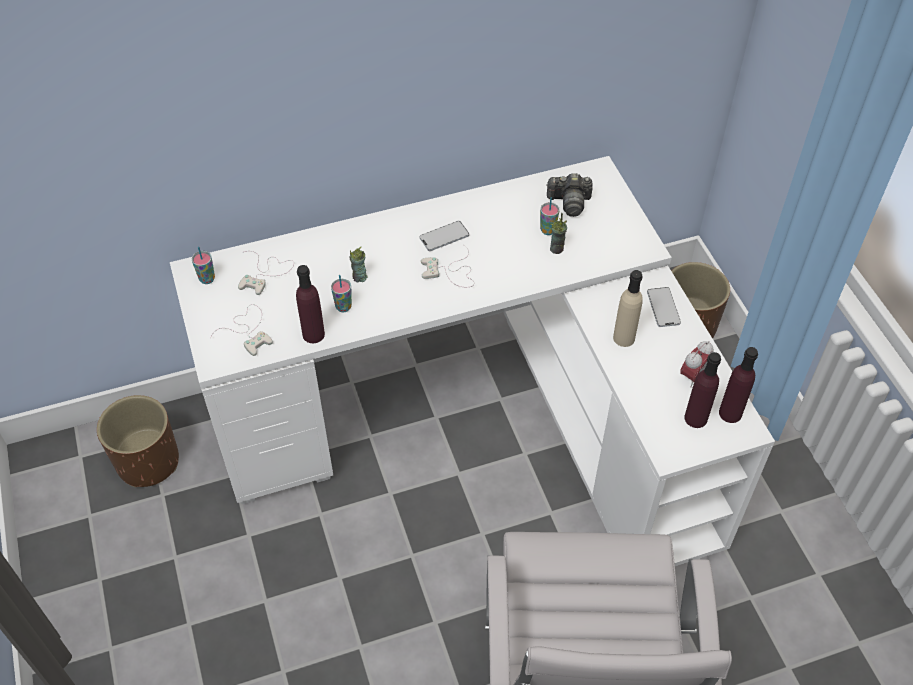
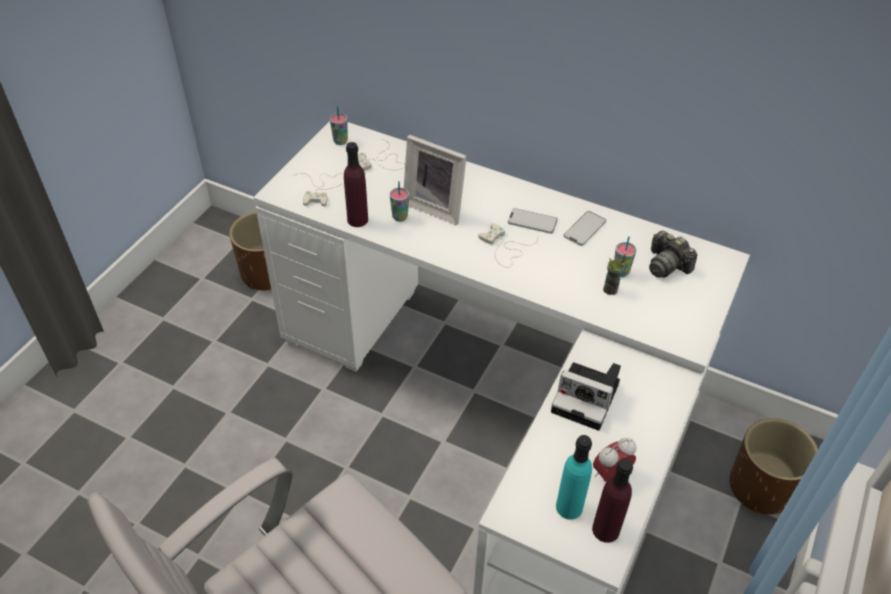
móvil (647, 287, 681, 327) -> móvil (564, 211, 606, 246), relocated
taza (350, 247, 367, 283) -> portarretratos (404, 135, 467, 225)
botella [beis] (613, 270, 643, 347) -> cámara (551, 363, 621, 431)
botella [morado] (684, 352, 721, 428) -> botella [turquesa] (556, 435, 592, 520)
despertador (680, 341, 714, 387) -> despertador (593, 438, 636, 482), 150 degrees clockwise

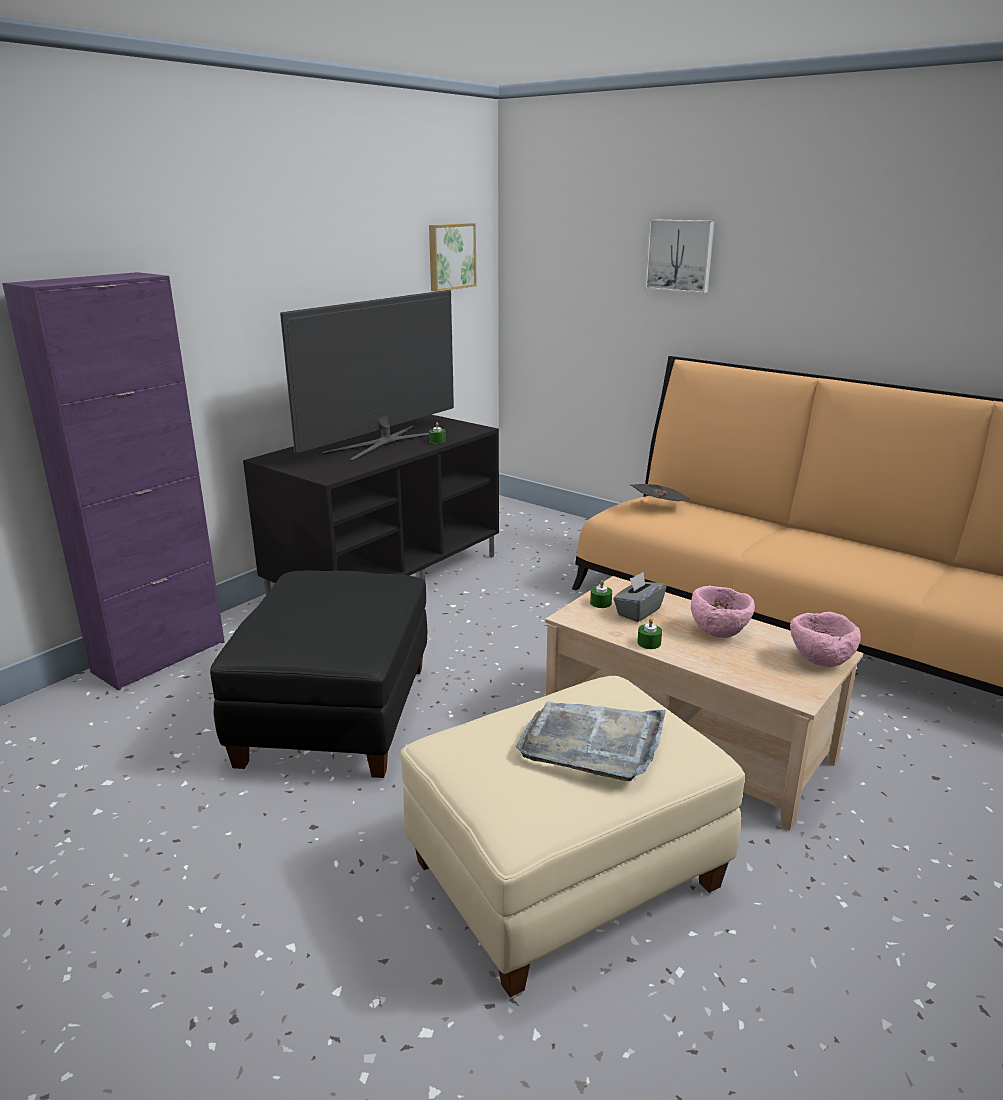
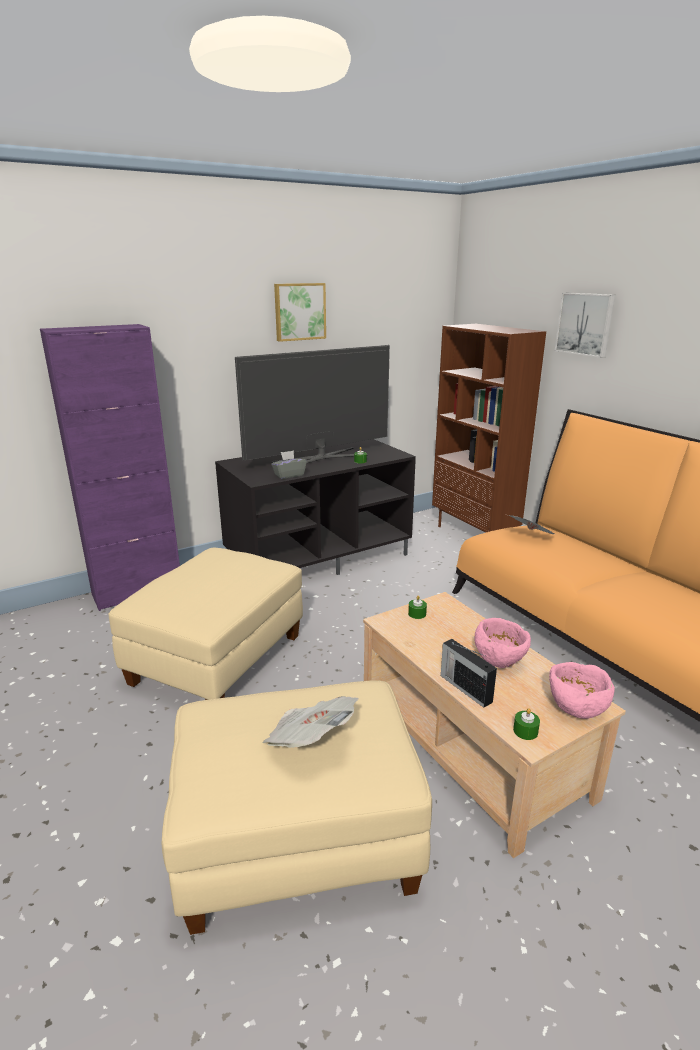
none -> estantería [marrón] (432, 324, 546, 533)
none -> radio (441, 639, 497, 708)
cuadro (429, 223, 477, 291) -> cuadro (274, 283, 326, 342), relocated
caja de pañuelos [gris] (613, 572, 667, 622) -> caja de pañuelos [gris] (271, 450, 307, 479), relocated
vela [verde] (637, 618, 662, 649) -> vela [verde] (513, 708, 540, 740), relocated
bandeja [gris] (516, 702, 666, 781) -> periódico (262, 696, 358, 748)
puf [negro] (210, 570, 427, 778) -> puf [beis] (109, 548, 303, 700)

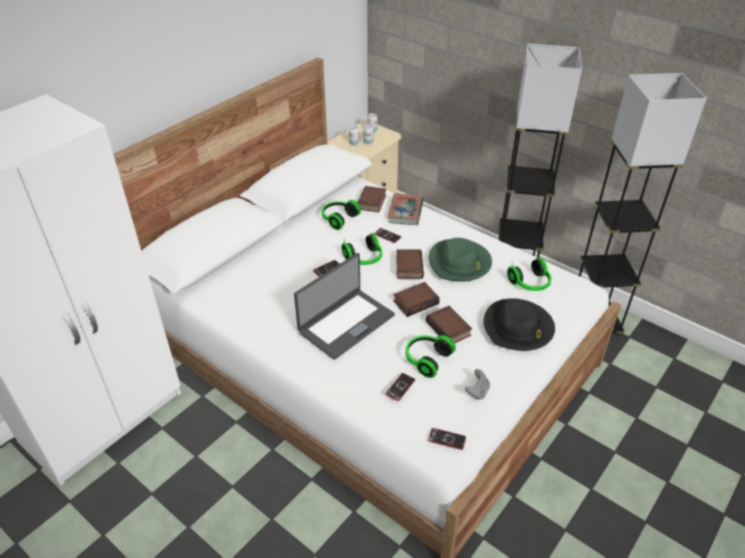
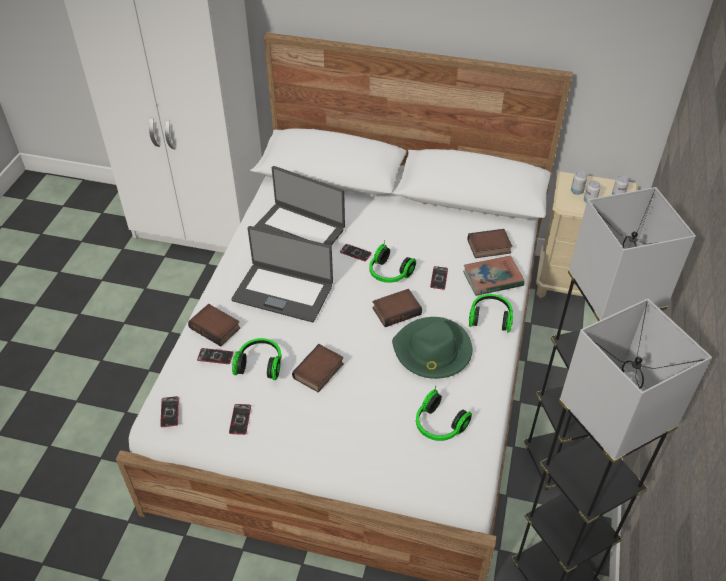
sombrero [negro] (484, 298, 555, 351) -> none
none -> portátil (254, 166, 345, 246)
auriculares (322, 200, 361, 230) -> auriculares (469, 294, 513, 333), relocated
libro (393, 282, 440, 317) -> libro (188, 304, 240, 347), relocated
mando de consola [gris] (465, 369, 490, 400) -> móvil (229, 404, 251, 435)

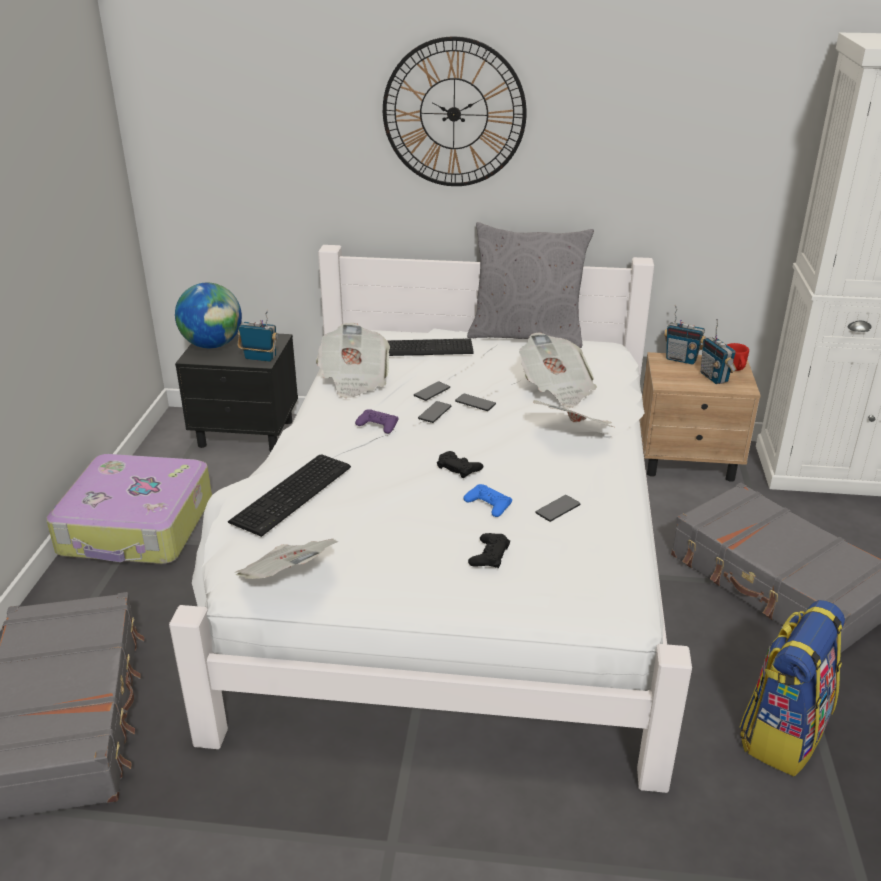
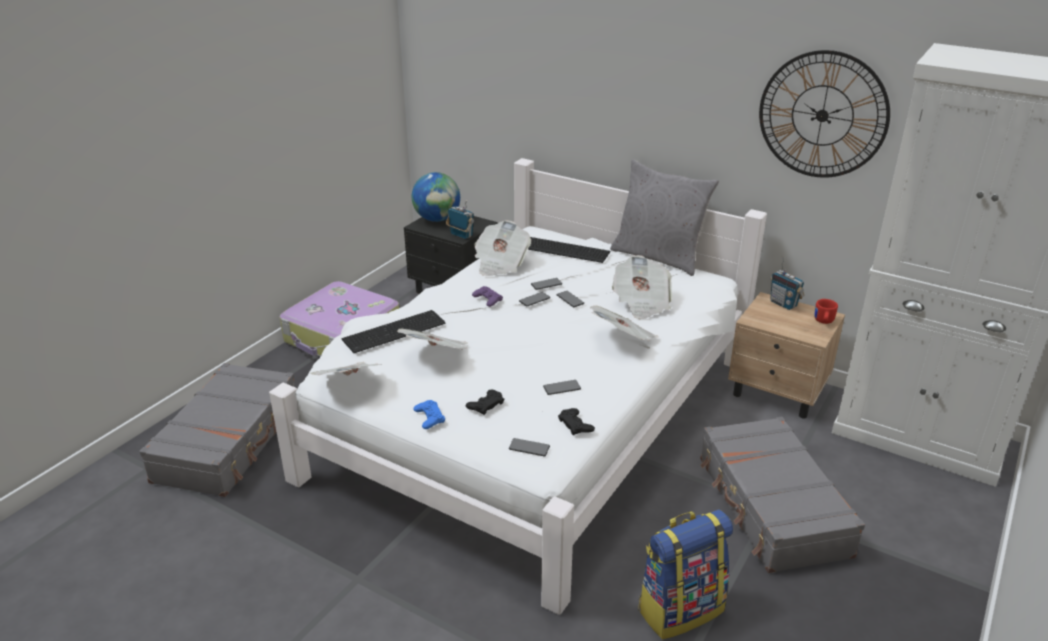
radio (700, 319, 737, 384) -> none
none -> periódico (397, 329, 468, 350)
none -> móvil (509, 438, 550, 456)
reloj de pared (383, 36, 527, 186) -> reloj de pared (759, 50, 890, 178), relocated
mando de consola [negro] (437, 451, 483, 478) -> mando de consola [negro] (558, 408, 595, 435), relocated
mando de consola [azul] (463, 484, 512, 517) -> mando de consola [azul] (414, 400, 445, 429), relocated

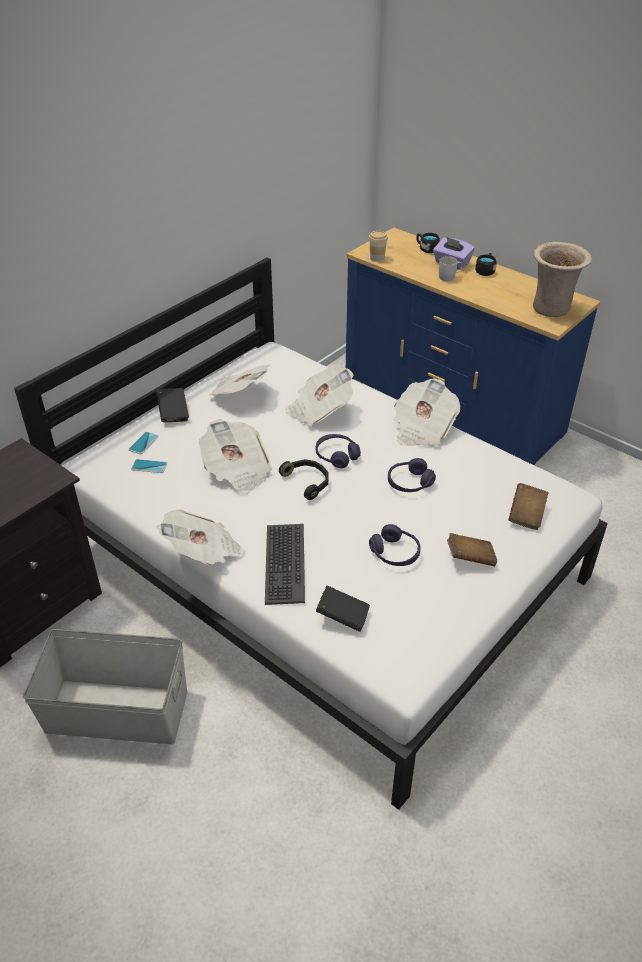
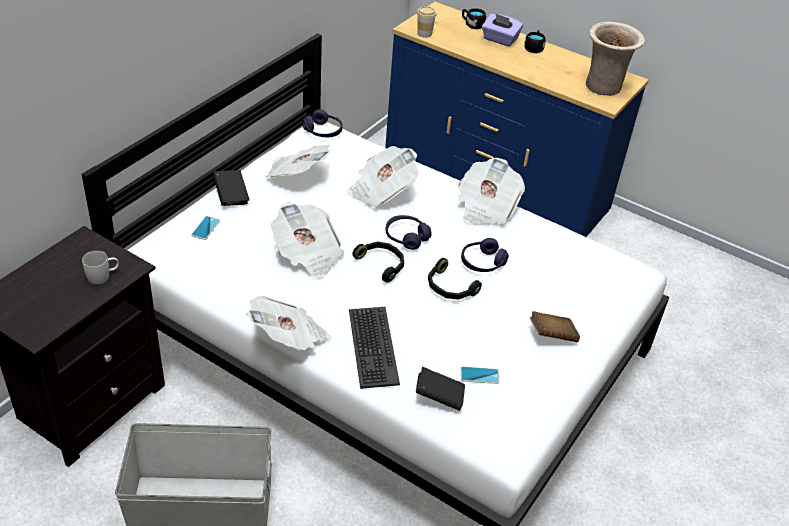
libro [marrón] (508, 483, 548, 530) -> none
none -> auriculares [negro] (428, 258, 482, 300)
móvil (131, 459, 167, 473) -> móvil (460, 366, 499, 384), relocated
auriculares [morado] (369, 524, 421, 566) -> auriculares [morado] (302, 109, 343, 137), relocated
taza grande [blanco] (439, 256, 463, 282) -> taza grande [blanco] (82, 251, 119, 284), relocated

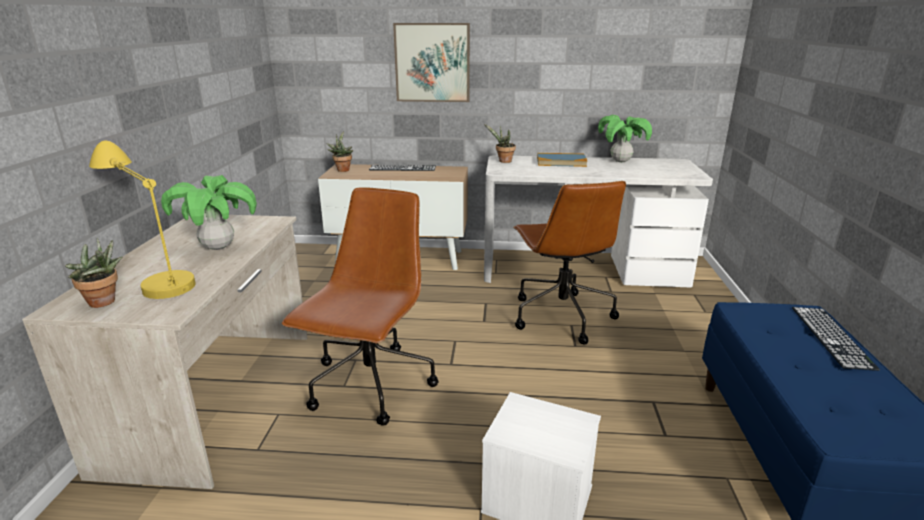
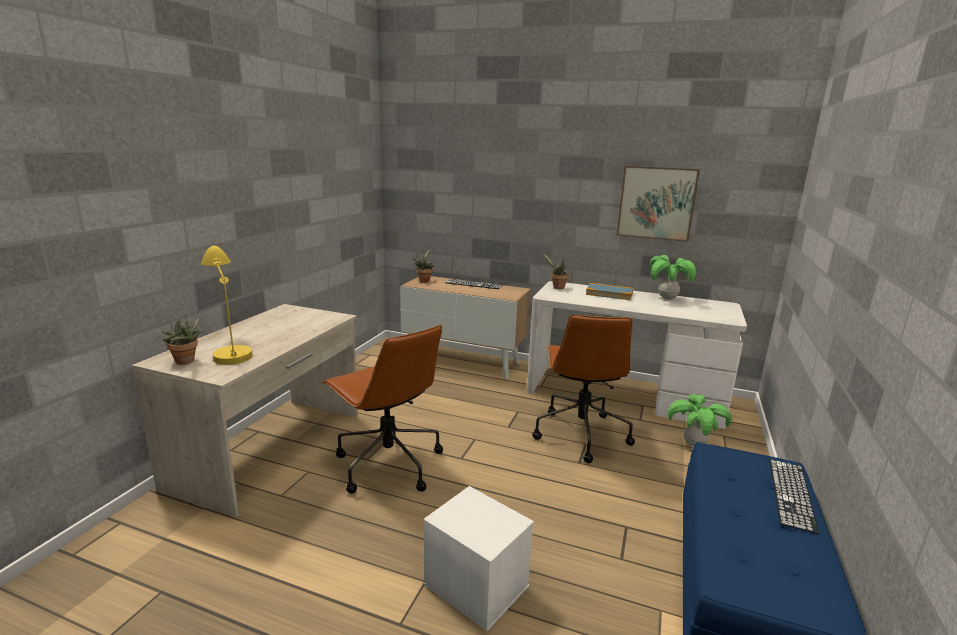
planta en maceta (161, 175, 257, 250) -> planta en maceta (668, 394, 732, 446), relocated
cuadro (393, 23, 470, 102) -> cuadro (616, 166, 700, 242), relocated
silla de oficina [marrón] (282, 187, 439, 426) -> silla de oficina [marrón] (322, 325, 443, 494), 105 degrees clockwise

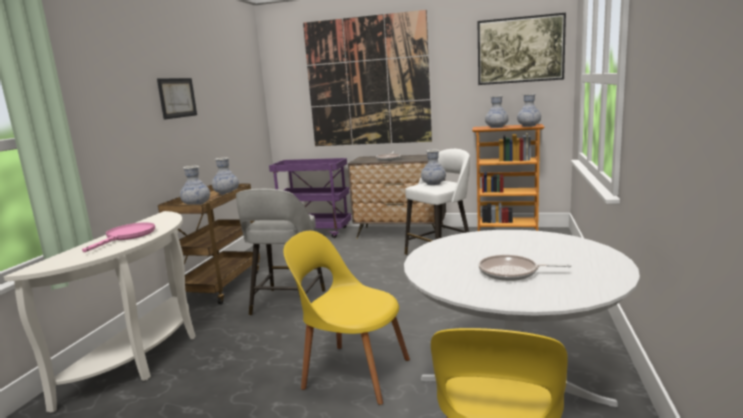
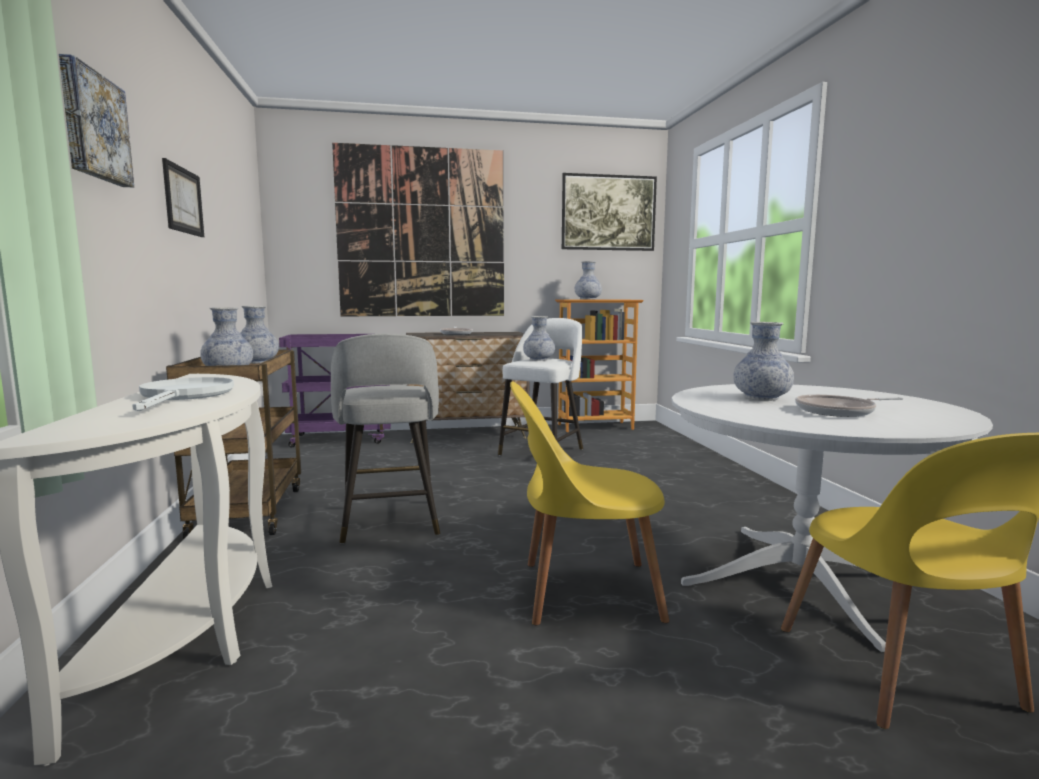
none -> cuadro (59, 54, 134, 187)
florero (517, 94, 541, 127) -> florero (733, 322, 794, 401), relocated
sartén [rosa] (82, 222, 155, 252) -> sartén [blanco] (132, 377, 234, 411)

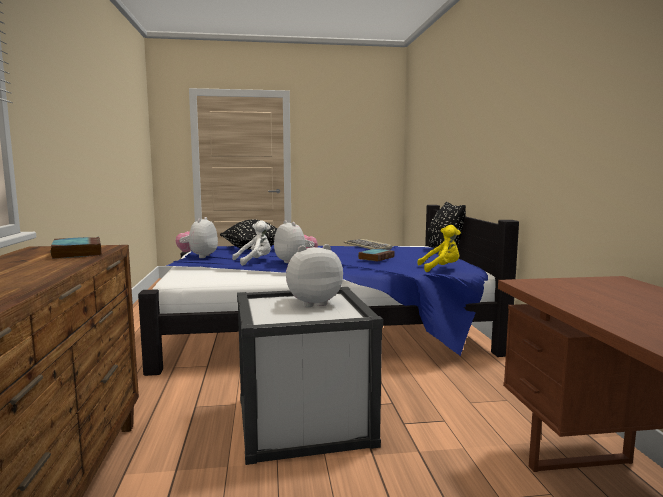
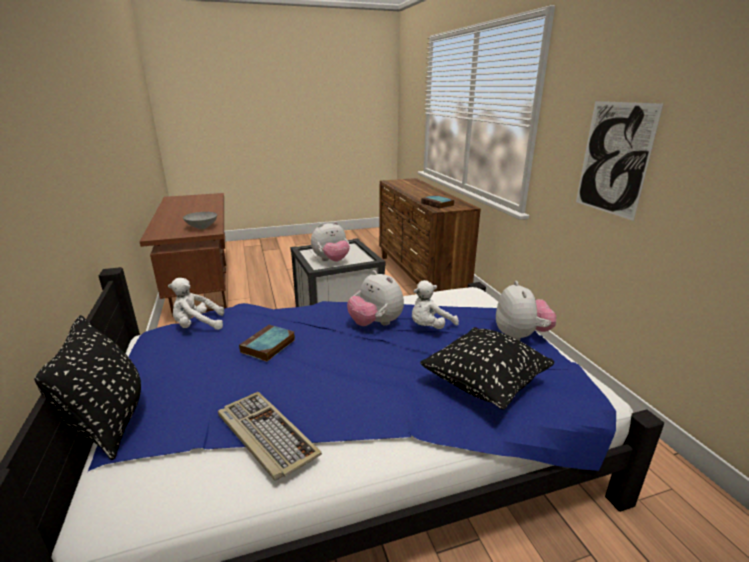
none -> cuenco [gris] (183, 212, 217, 229)
none -> cuadro (576, 101, 663, 221)
peluche [amarillo] (417, 225, 461, 272) -> peluche [blanco] (168, 278, 224, 330)

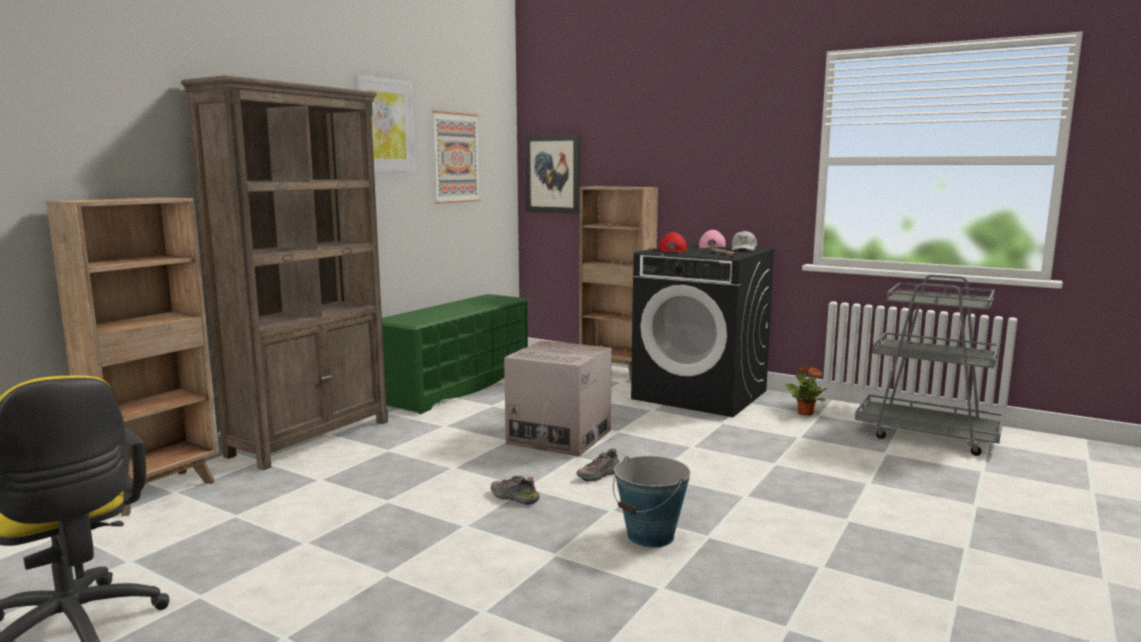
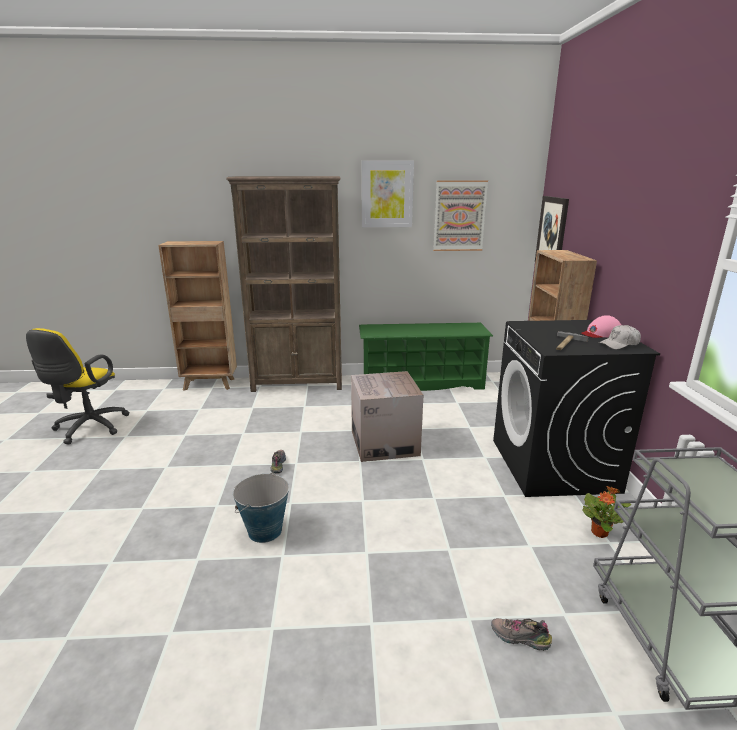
gorra [rojo] (659, 232, 687, 253) -> none
zapato (576, 448, 620, 481) -> zapato (491, 618, 552, 651), relocated

